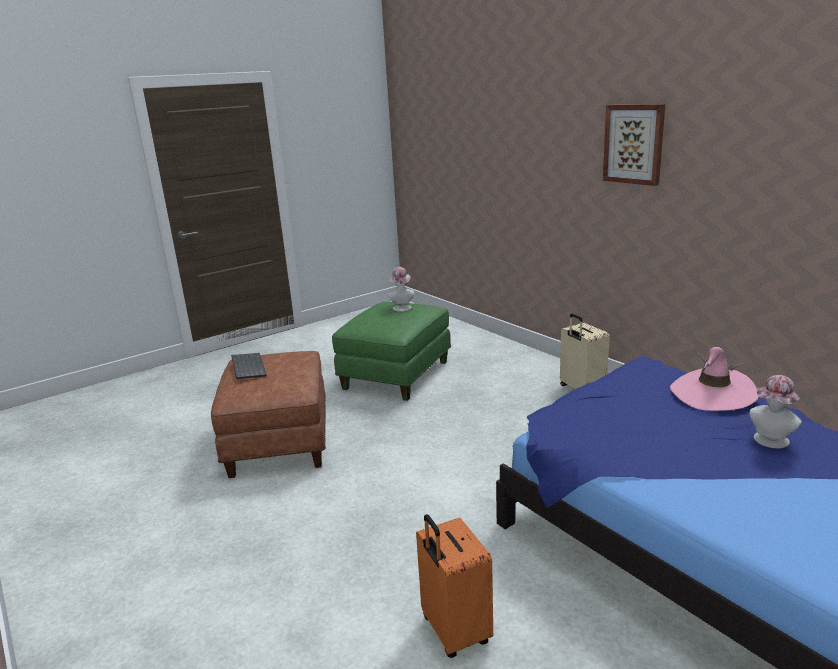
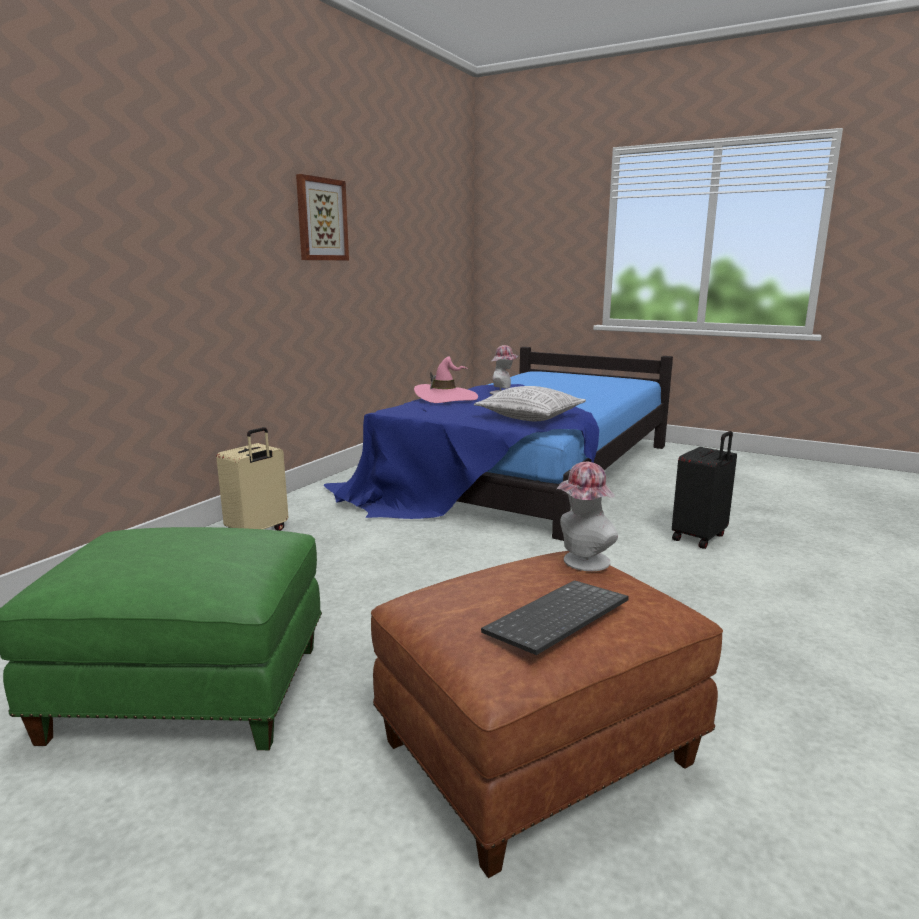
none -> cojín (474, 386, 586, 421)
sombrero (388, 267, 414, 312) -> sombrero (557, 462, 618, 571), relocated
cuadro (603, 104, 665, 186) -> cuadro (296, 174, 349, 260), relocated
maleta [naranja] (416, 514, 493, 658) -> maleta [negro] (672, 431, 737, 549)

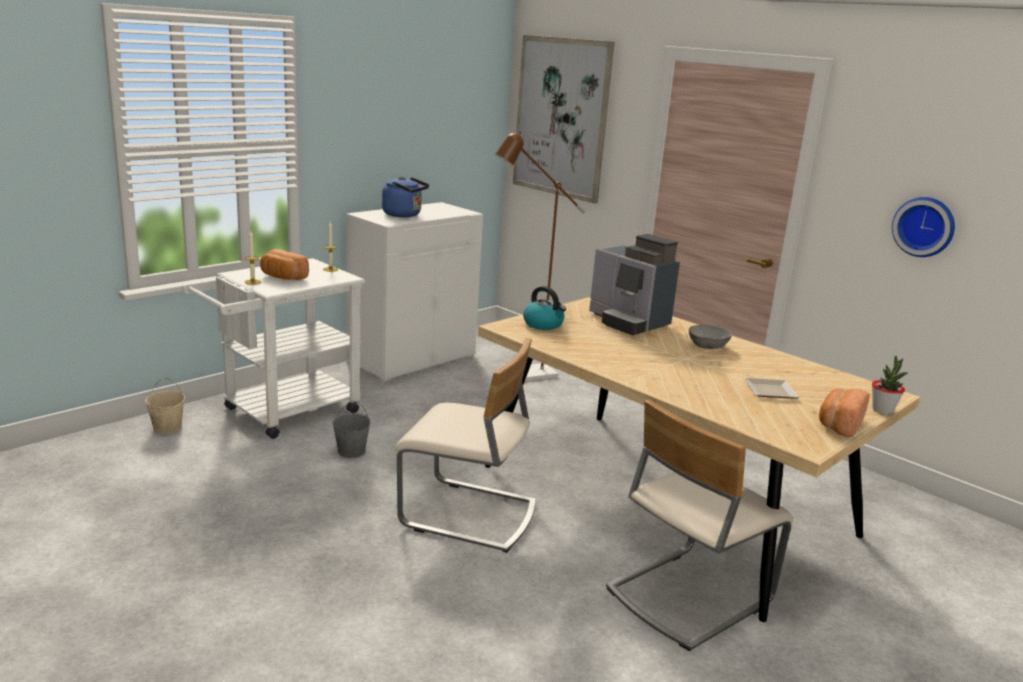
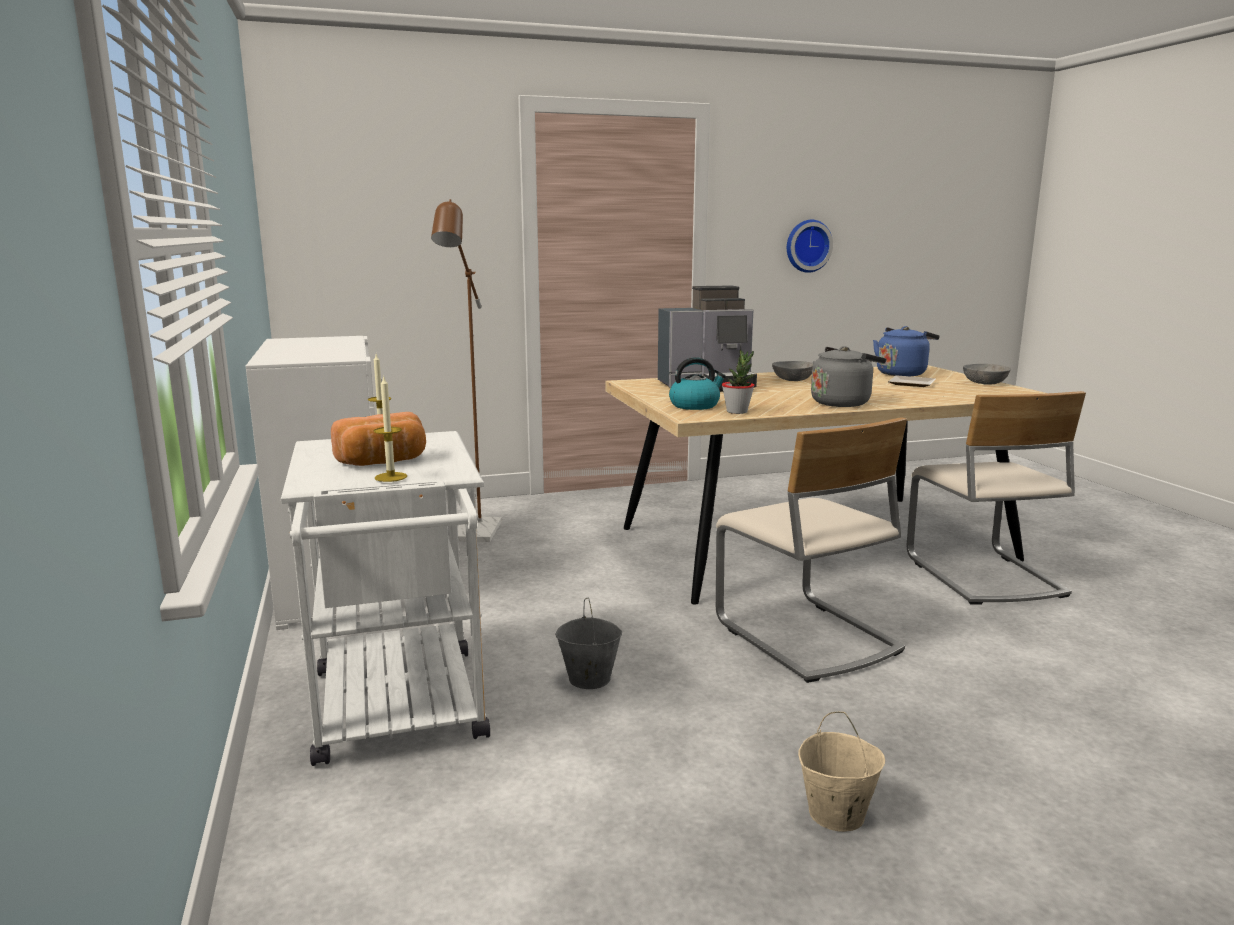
cuadro (513, 35, 615, 204) -> none
none -> hervidor [gris] (811, 346, 886, 407)
cubo [beis] (145, 378, 185, 434) -> cubo [beis] (798, 712, 885, 832), relocated
hervidor [azul] (382, 177, 429, 217) -> hervidor [azul] (873, 326, 939, 376), relocated
planta en maceta (872, 356, 907, 414) -> planta en maceta (722, 350, 755, 414), relocated
pan (819, 388, 870, 437) -> cuenco [gris] (963, 364, 1011, 385)
silla [beis] (395, 338, 536, 553) -> silla [beis] (716, 417, 907, 683), 105 degrees clockwise

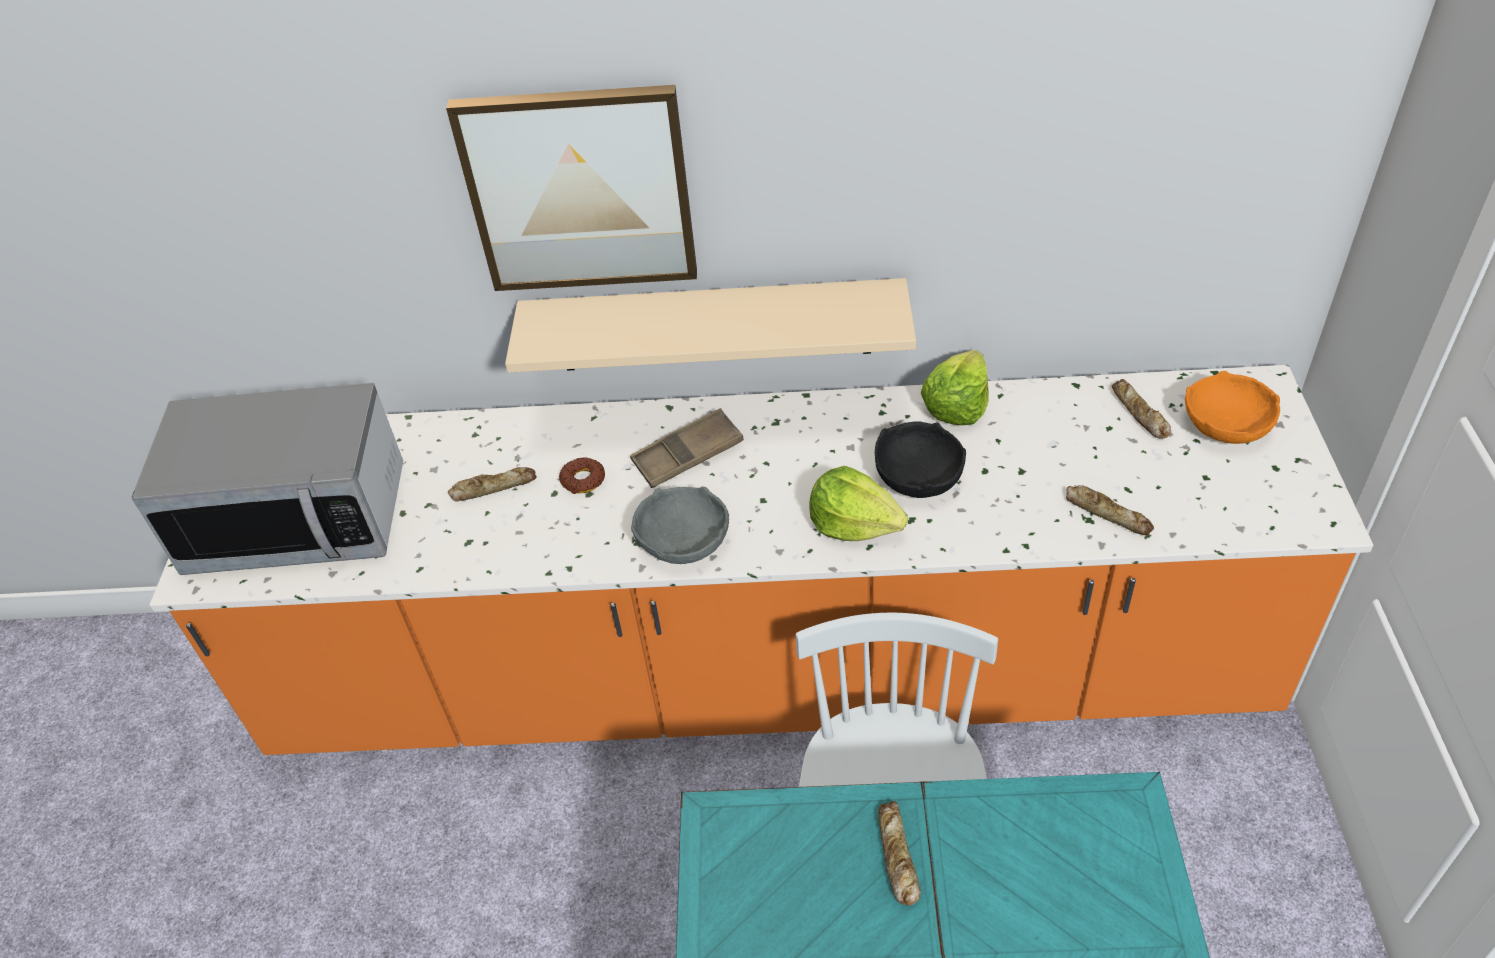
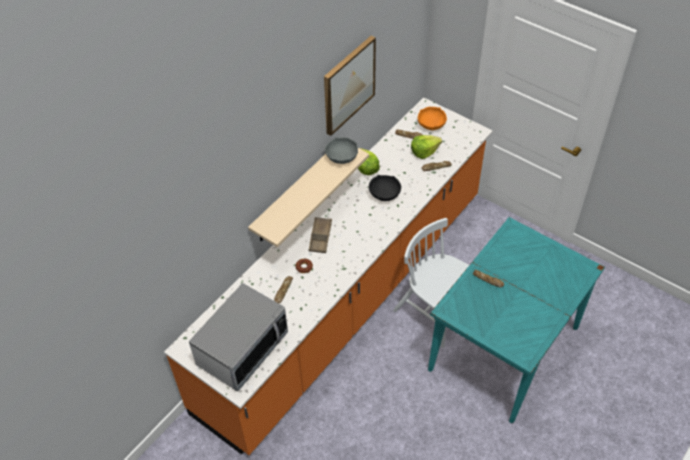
cuadro (446, 85, 697, 291) -> cuadro (324, 35, 376, 136), relocated
cuenco [gris] (631, 486, 729, 564) -> cuenco [gris] (325, 137, 358, 164), relocated
lechuga (809, 466, 908, 541) -> lechuga (411, 135, 442, 159), relocated

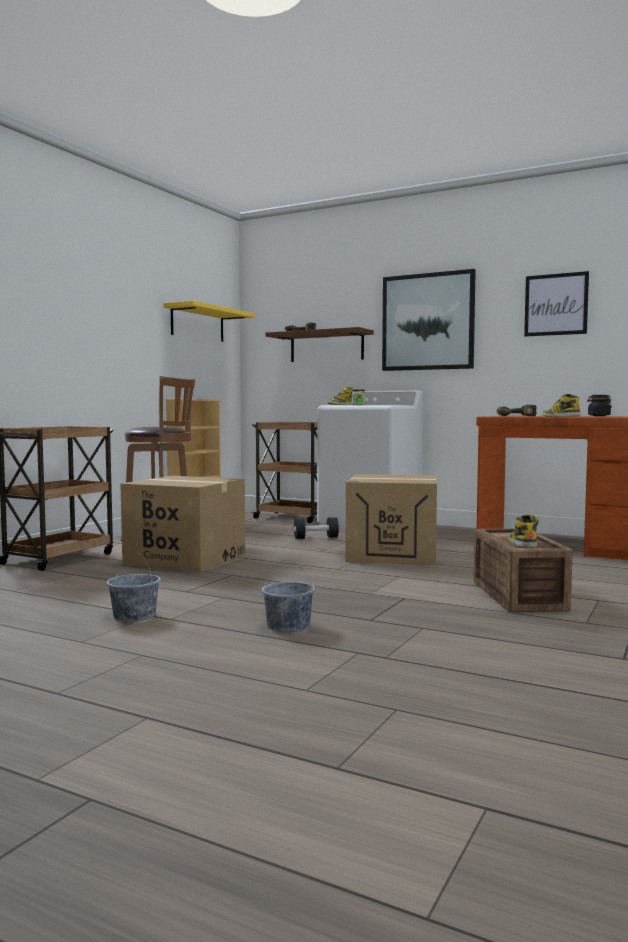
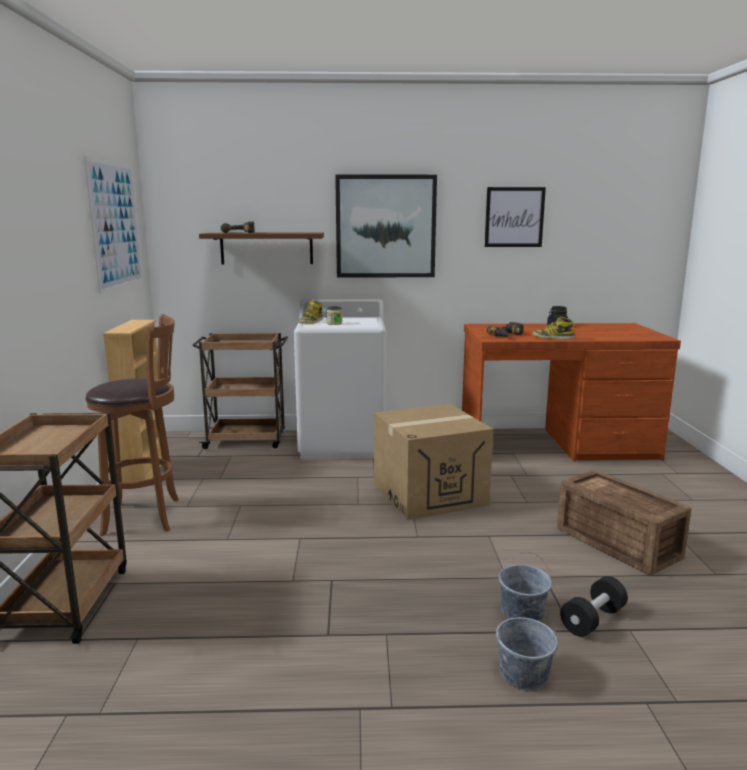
caja de cartón (120, 476, 245, 573) -> none
bota (509, 515, 539, 548) -> none
cubo [gris] (107, 552, 161, 622) -> cubo [gris] (499, 552, 552, 621), relocated
mancuerna [negro] (294, 517, 339, 539) -> mancuerna [negro] (560, 576, 628, 637), relocated
estante [amarillo] (163, 301, 256, 342) -> cuadro (84, 156, 143, 294)

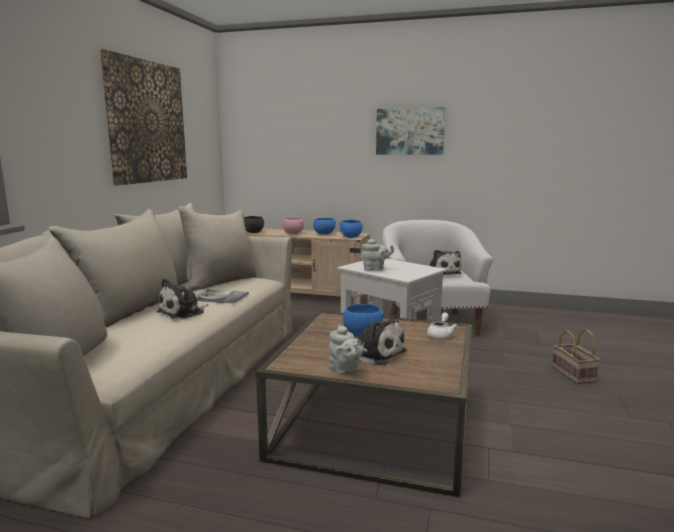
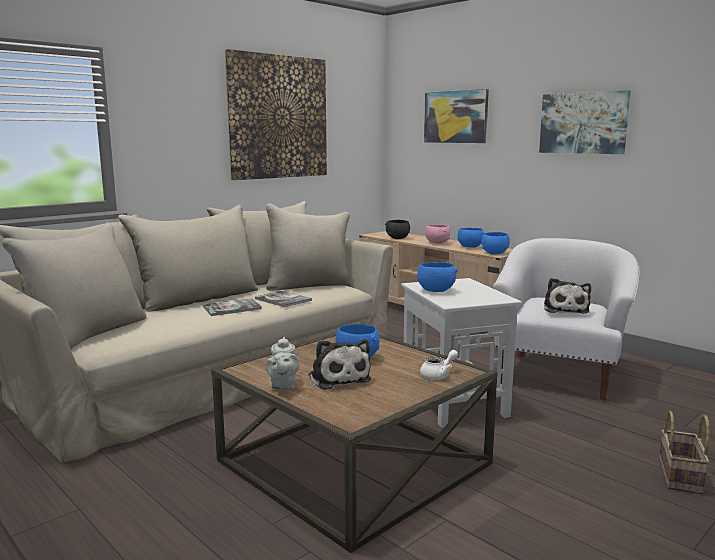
none -> cuadro (424, 89, 489, 143)
peluche (157, 278, 208, 319) -> libro (203, 298, 262, 316)
tetera [gris] (361, 239, 394, 271) -> cuenco [azul] (417, 262, 457, 292)

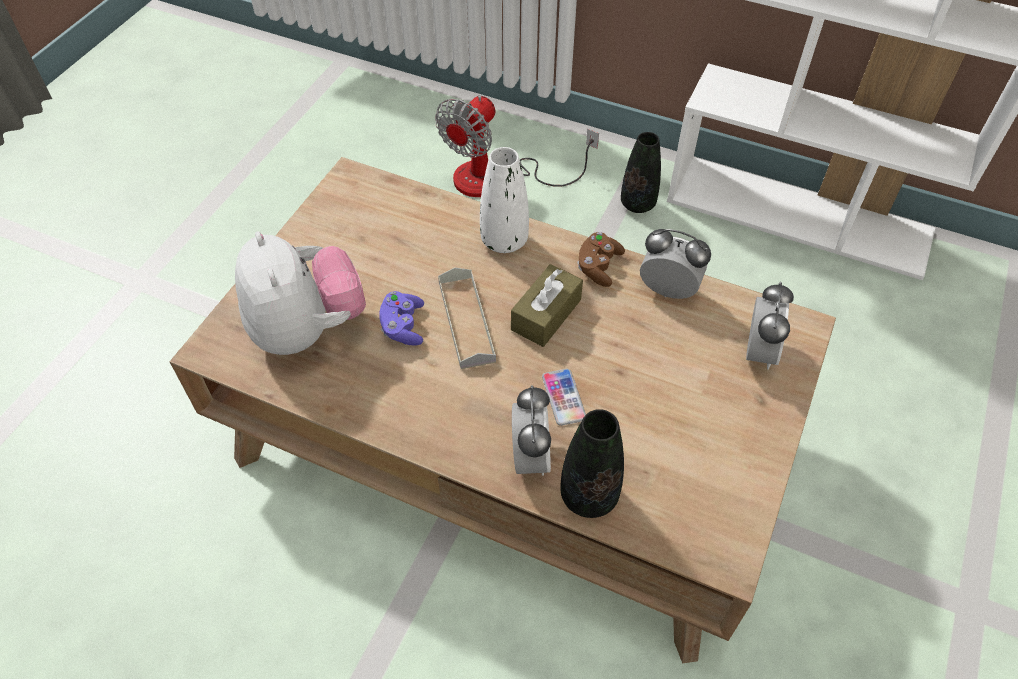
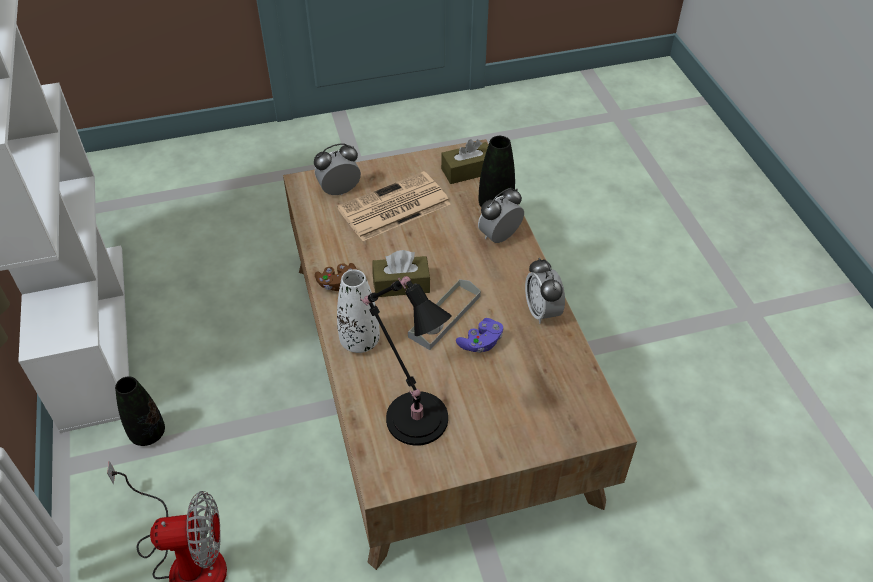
peluche (235, 231, 366, 355) -> none
móvil (542, 369, 586, 426) -> none
none -> periódico (337, 171, 451, 241)
none -> lámpara de mesa [negro] (360, 276, 452, 446)
none -> caja de pañuelos [marrón] (441, 139, 488, 184)
despertador (640, 229, 711, 299) -> despertador (525, 258, 565, 324), relocated

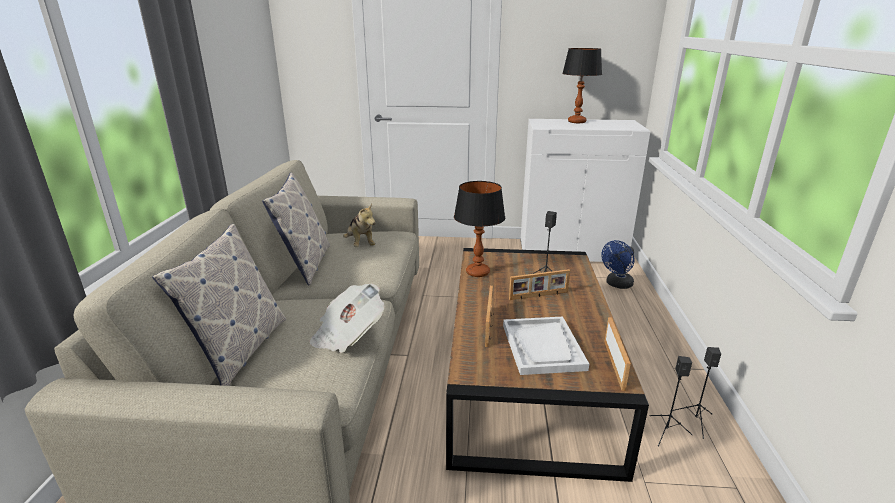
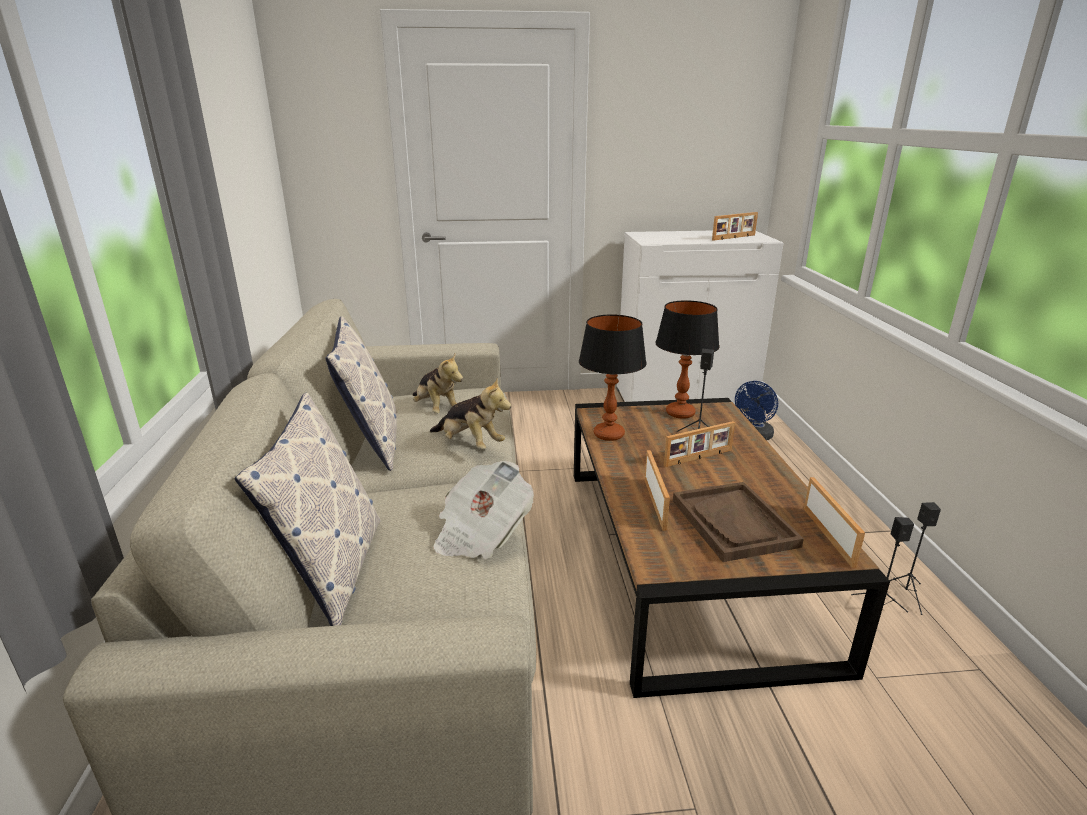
none -> peluche (430, 377, 511, 449)
none -> portarretratos (712, 212, 758, 241)
lámpara de mesa (562, 48, 602, 123) -> lámpara de mesa (655, 300, 720, 419), relocated
bandeja [blanco] (503, 317, 589, 375) -> bandeja [marrón] (673, 482, 804, 562)

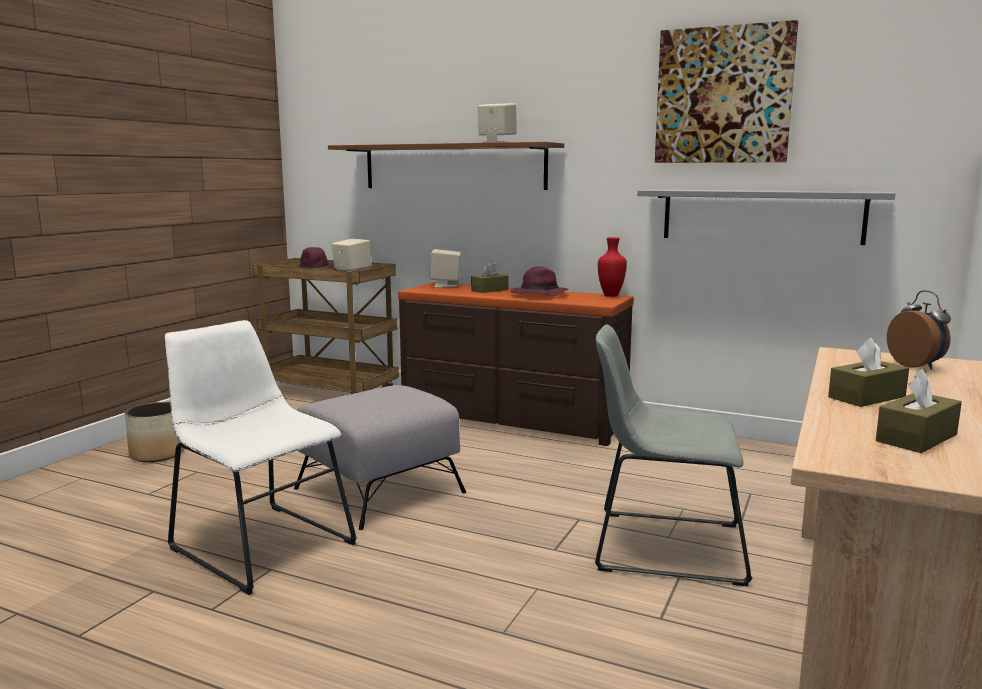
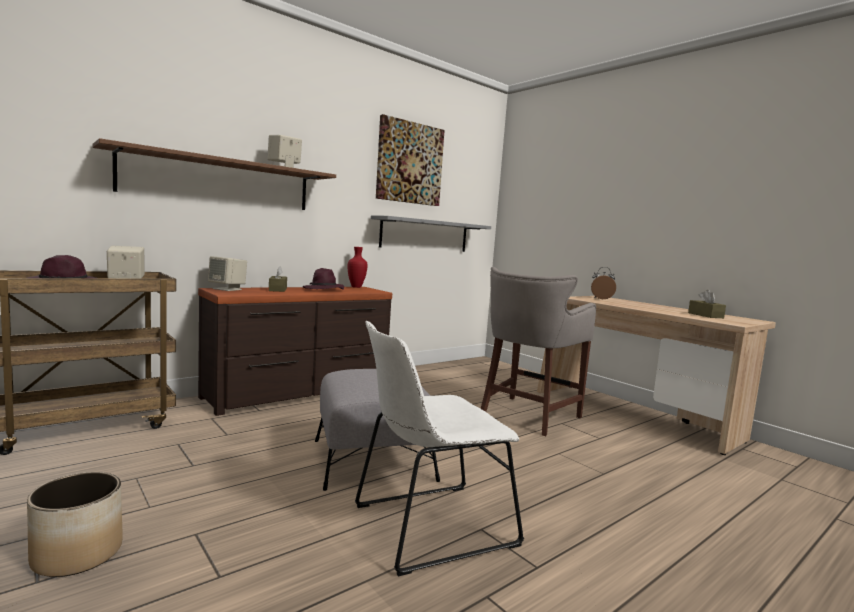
caja de pañuelos [marrón] (828, 338, 909, 407) -> none
silla [gris] (595, 325, 752, 586) -> taburete [gris] (481, 267, 596, 436)

